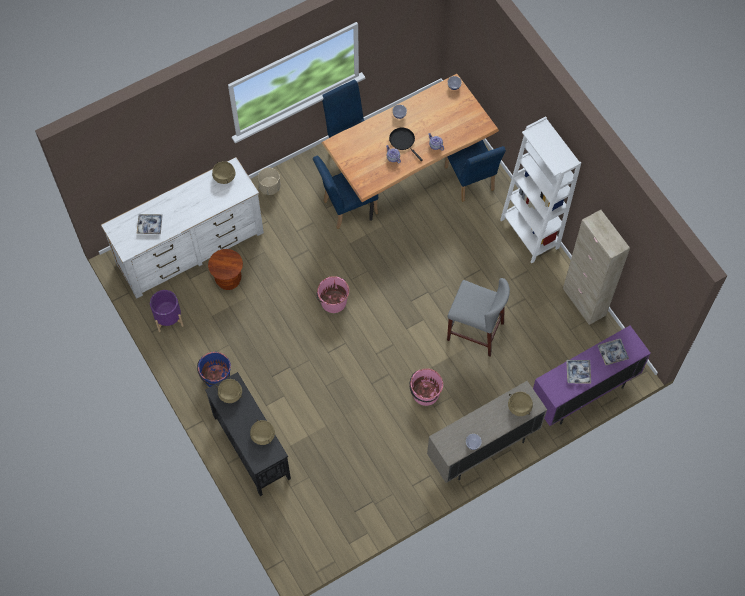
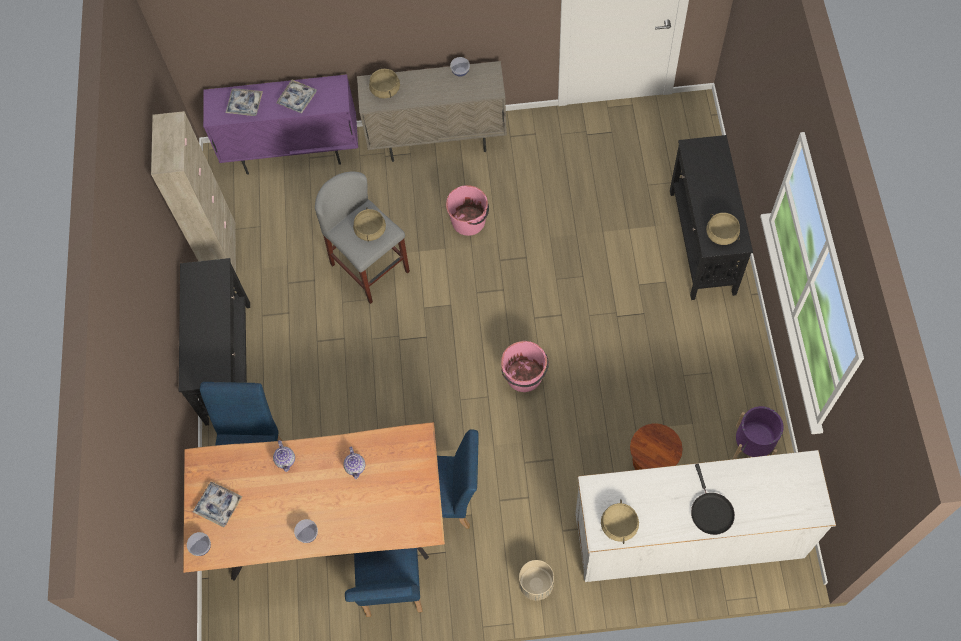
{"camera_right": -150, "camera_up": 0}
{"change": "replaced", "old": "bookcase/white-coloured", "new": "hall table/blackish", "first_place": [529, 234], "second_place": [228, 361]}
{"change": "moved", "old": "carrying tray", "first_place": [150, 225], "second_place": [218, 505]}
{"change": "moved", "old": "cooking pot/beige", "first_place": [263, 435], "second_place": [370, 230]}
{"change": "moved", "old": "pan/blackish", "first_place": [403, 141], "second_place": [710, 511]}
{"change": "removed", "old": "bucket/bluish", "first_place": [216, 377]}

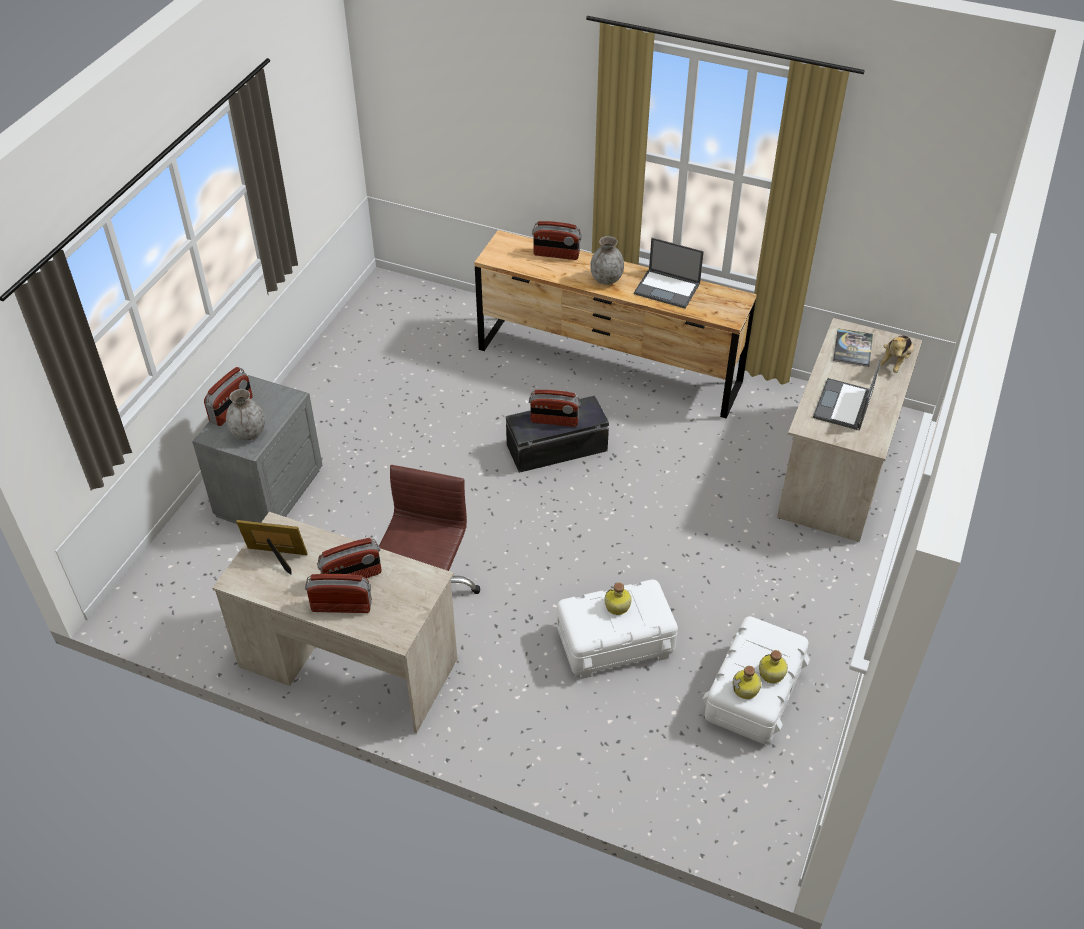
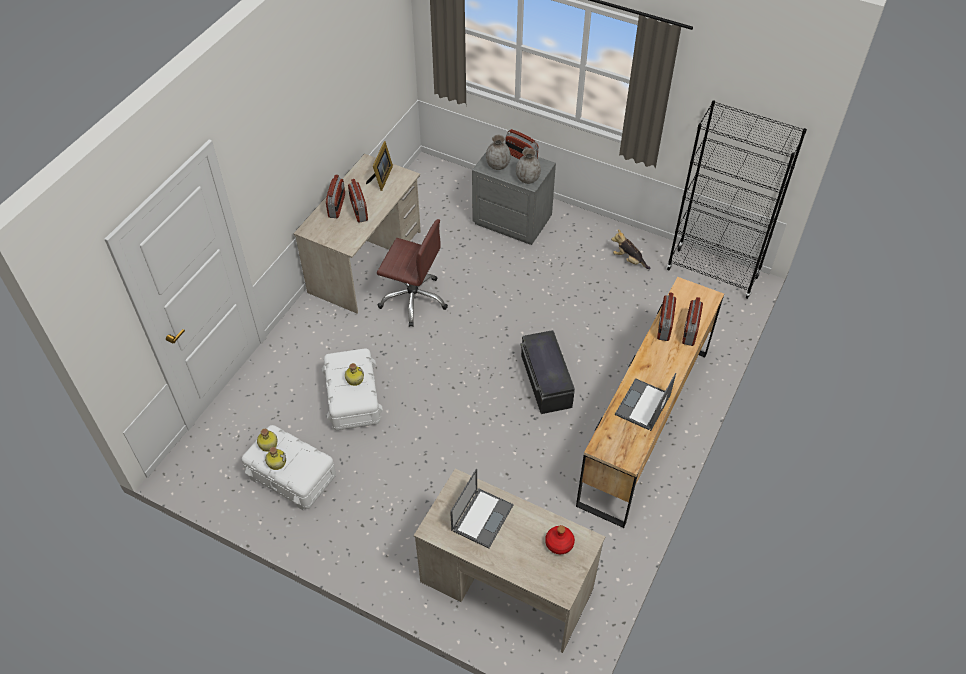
{"camera_right": 95, "camera_up": 5}
{"change": "turned", "old": "notebook computer", "first_place": [843, 405], "second_place": [482, 517], "degrees": 90}
{"change": "moved", "old": "decorative vase/gray", "first_place": [606, 279], "second_place": [527, 179]}
{"change": "replaced", "old": "book", "new": "beverage bottle/reddish", "first_place": [852, 348], "second_place": [559, 543]}
{"change": "moved", "old": "plush toy", "first_place": [895, 361], "second_place": [629, 260]}
{"change": "moved", "old": "radio", "first_place": [554, 421], "second_place": [664, 326]}
{"change": "added", "new": "bookcase/blackish", "second_place": [712, 273]}

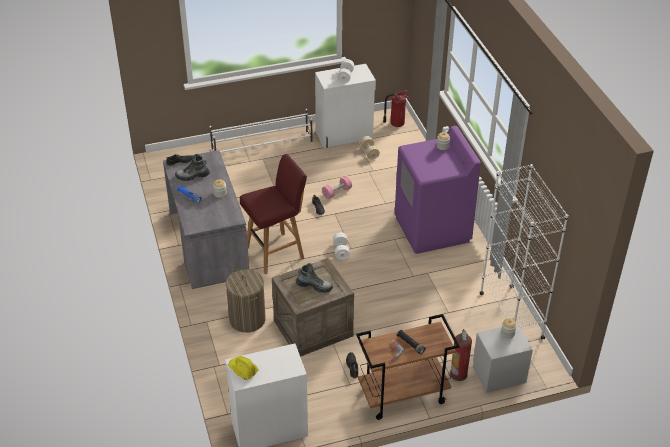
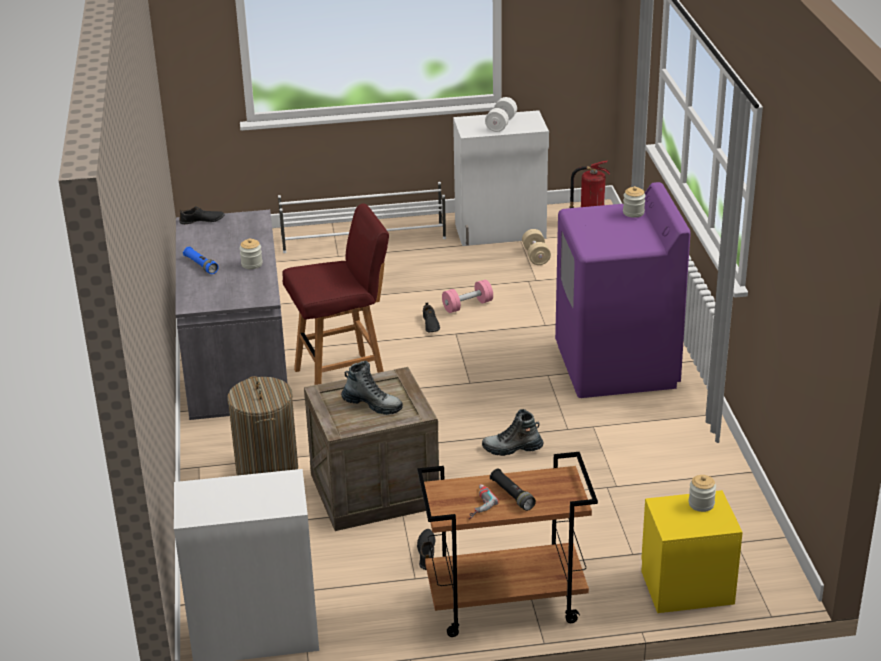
{"camera_right": 10, "camera_up": -10}
{"change": "moved", "old": "high-top boot", "first_place": [192, 176], "second_place": [512, 448]}
{"change": "recoloured", "old": "night table/gray", "new": "night table/yellow-coloured", "first_place": [499, 374], "second_place": [687, 587]}
{"change": "removed", "old": "hard hat/yellow-coloured", "first_place": [243, 370]}
{"change": "removed", "old": "hand weight/white-coloured", "first_place": [341, 251]}
{"change": "removed", "old": "extinguisher", "first_place": [459, 374]}
{"change": "removed", "old": "bookcase/white-coloured", "first_place": [511, 315]}

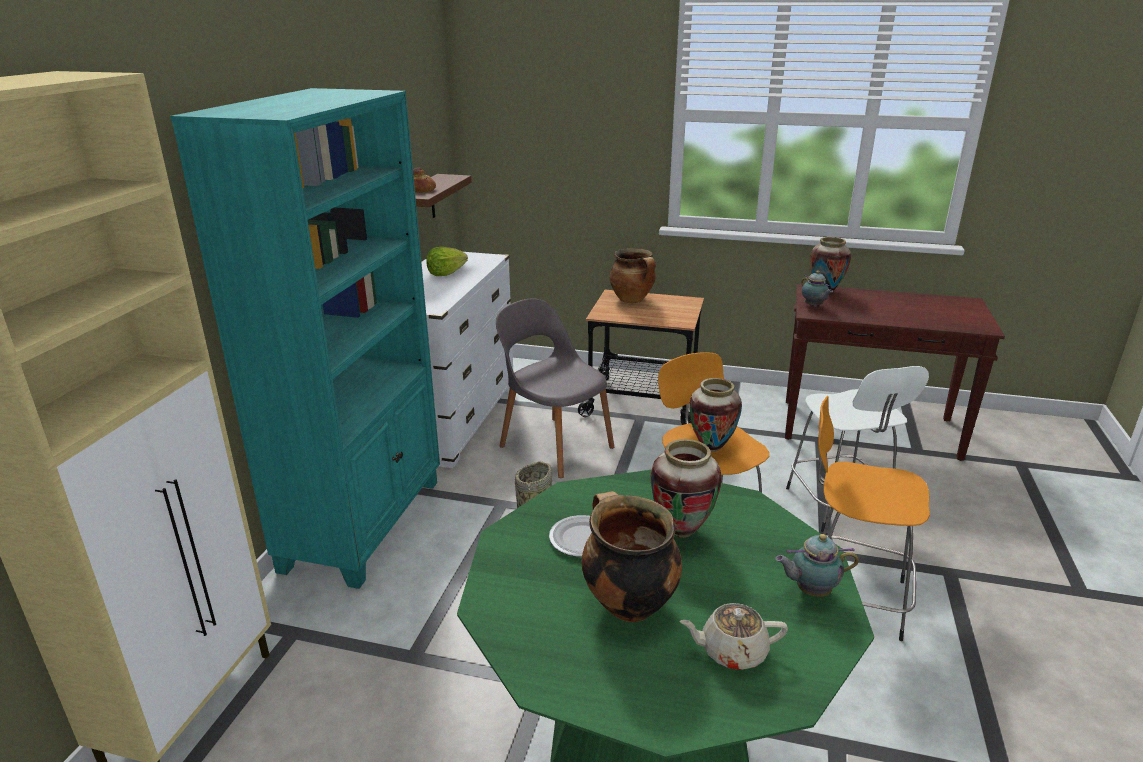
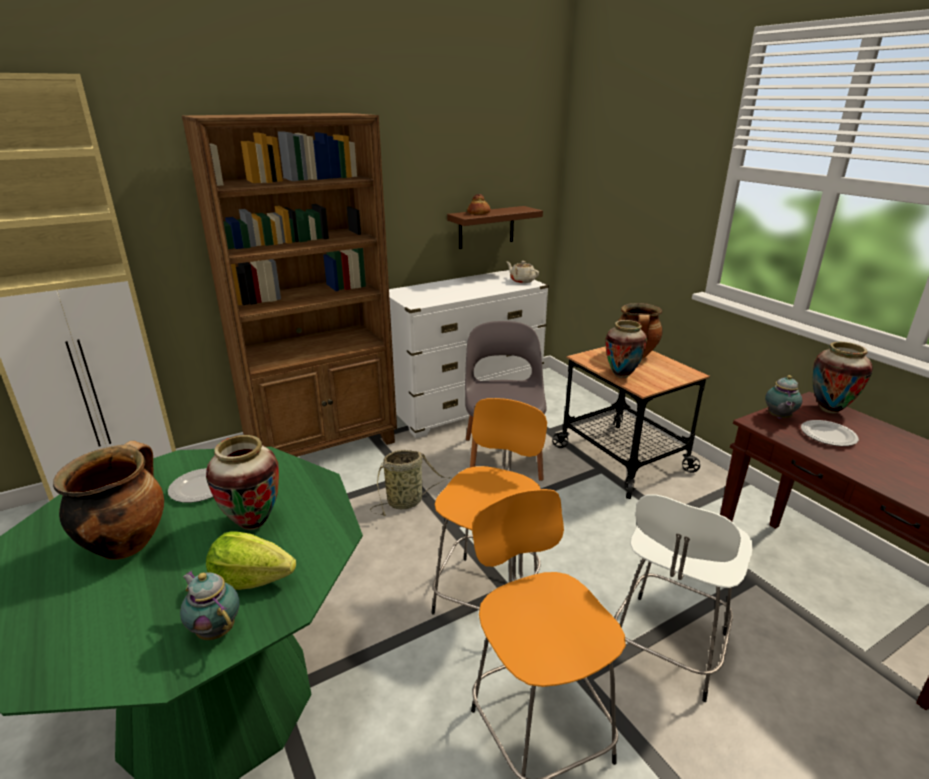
{"camera_right": 45, "camera_up": 0}
{"change": "recoloured", "old": "bookcase/blue-green", "new": "bookcase/brown", "first_place": [365, 523], "second_place": [323, 445]}
{"change": "moved", "old": "head of lettuce", "first_place": [446, 273], "second_place": [251, 579]}
{"change": "moved", "old": "teapot/beige", "first_place": [731, 651], "second_place": [522, 281]}
{"change": "moved", "old": "decorative vase", "first_place": [711, 447], "second_place": [621, 375]}
{"change": "added", "new": "flat dish", "second_place": [828, 436]}

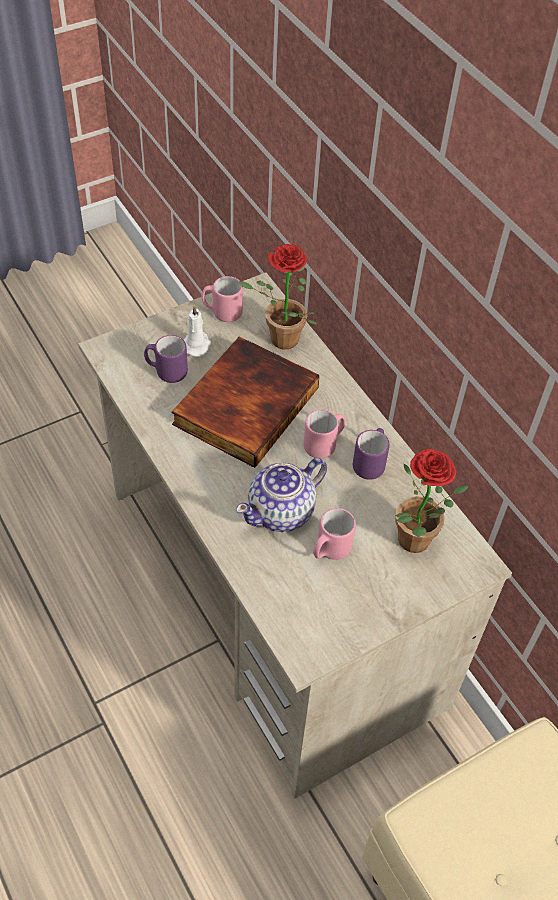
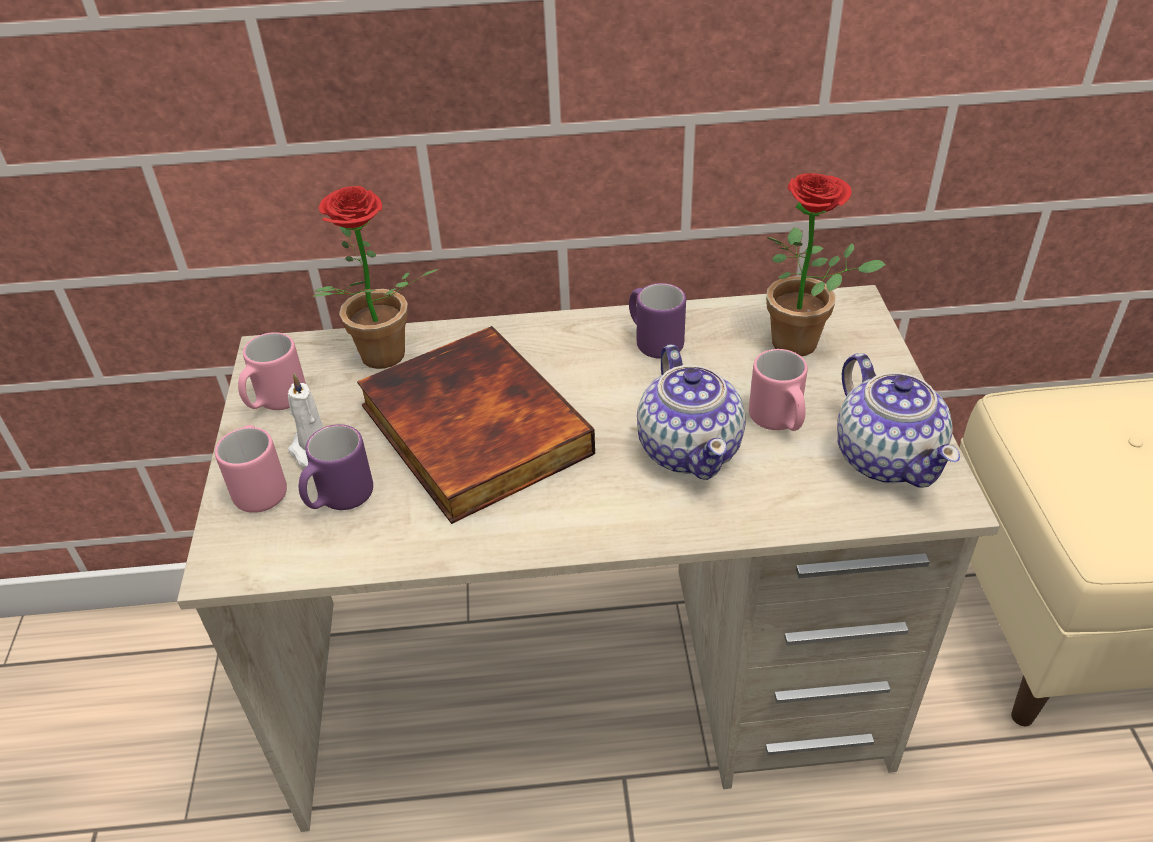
{"camera_right": -60, "camera_up": -10}
{"change": "moved", "old": "coffee mug/pink", "first_place": [324, 444], "second_place": [261, 488]}
{"change": "added", "new": "teapot", "second_place": [886, 457]}

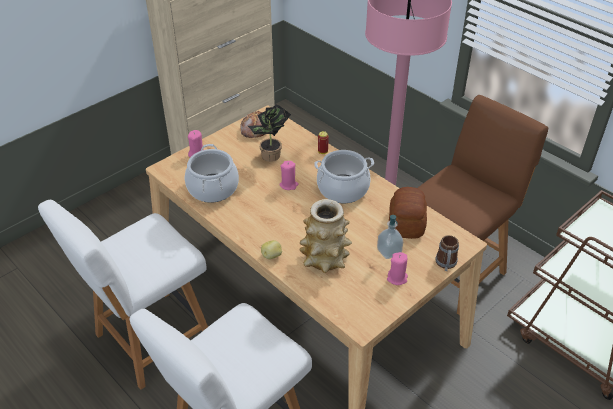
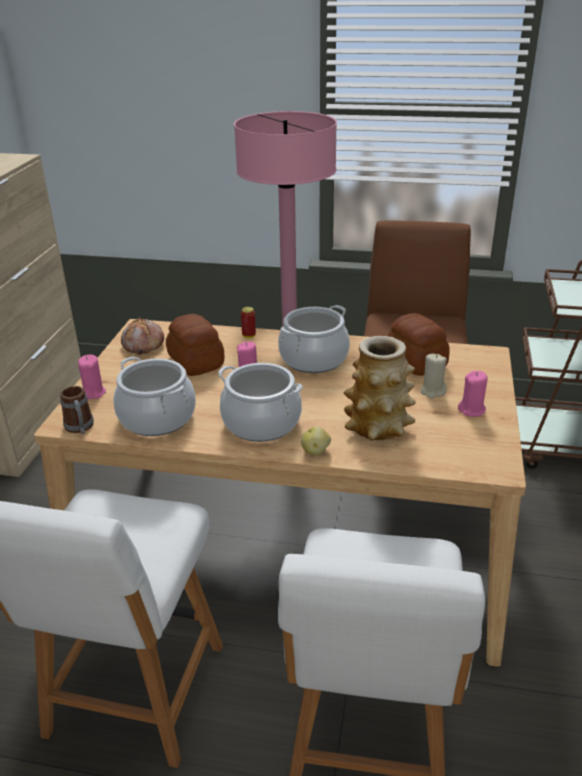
{"camera_right": -35, "camera_up": -10}
{"change": "moved", "old": "coffee mug", "first_place": [445, 265], "second_place": [80, 428]}
{"change": "replaced", "old": "potted plant", "new": "baked bread", "first_place": [271, 157], "second_place": [195, 362]}
{"change": "added", "new": "cooking pot", "second_place": [261, 422]}
{"change": "replaced", "old": "soap dispenser", "new": "wax candle/beige", "first_place": [389, 251], "second_place": [432, 391]}

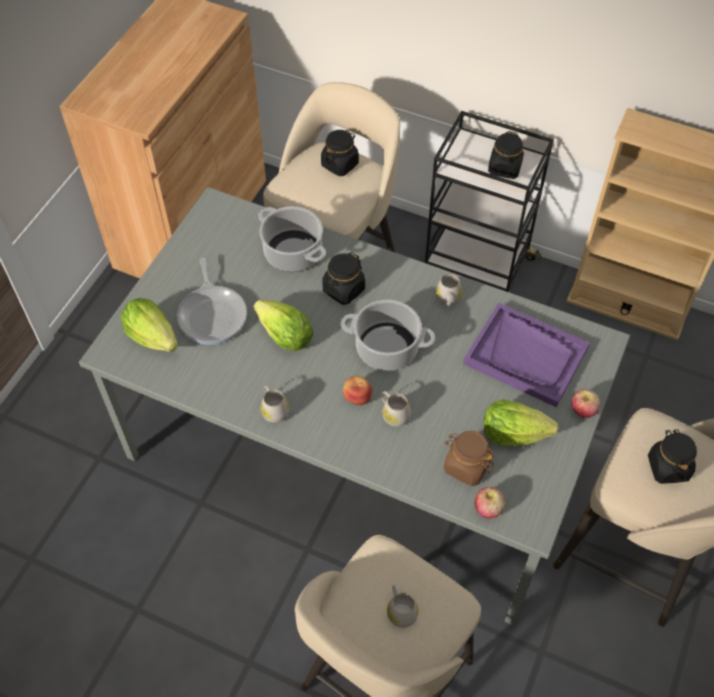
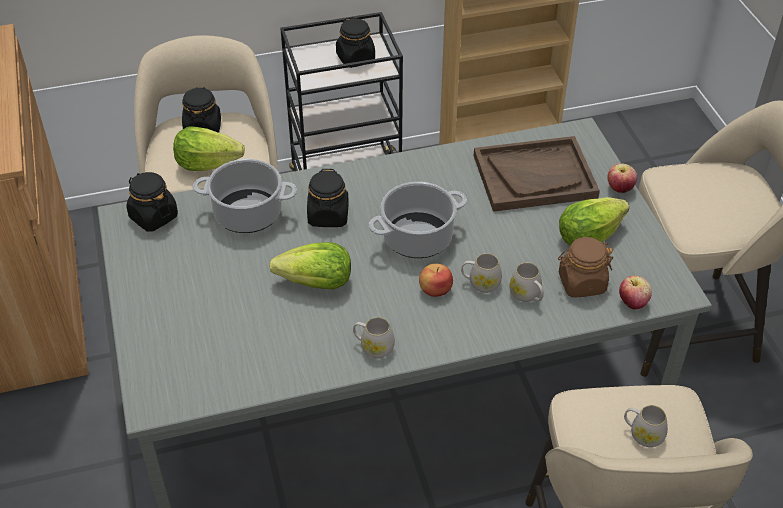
{"camera_right": -40, "camera_up": -10}
{"change": "moved", "old": "storage jar/blackish", "first_place": [668, 467], "second_place": [153, 217]}
{"change": "moved", "old": "head of lettuce", "first_place": [152, 336], "second_place": [207, 164]}
{"change": "recoloured", "old": "carrying tray/purple", "new": "carrying tray/brown", "first_place": [526, 356], "second_place": [534, 176]}
{"change": "moved", "old": "coffee mug/white-coloured", "first_place": [447, 300], "second_place": [527, 295]}
{"change": "removed", "old": "pan", "first_place": [213, 315]}

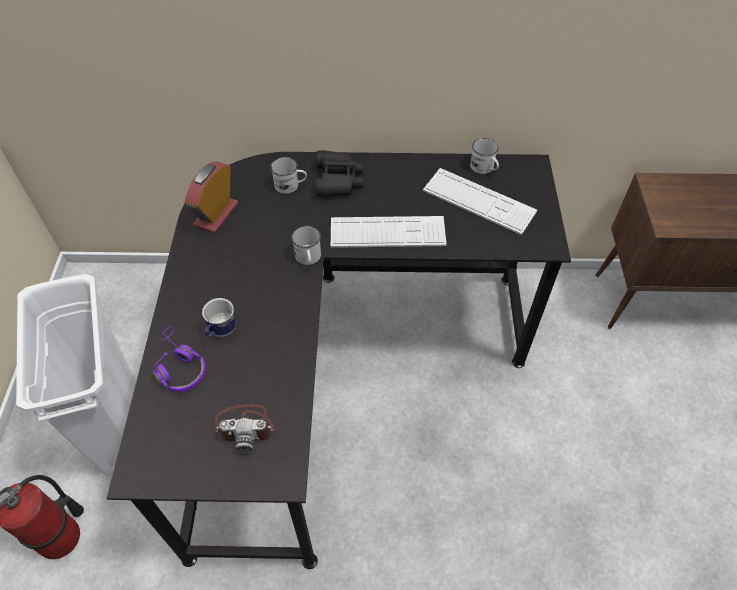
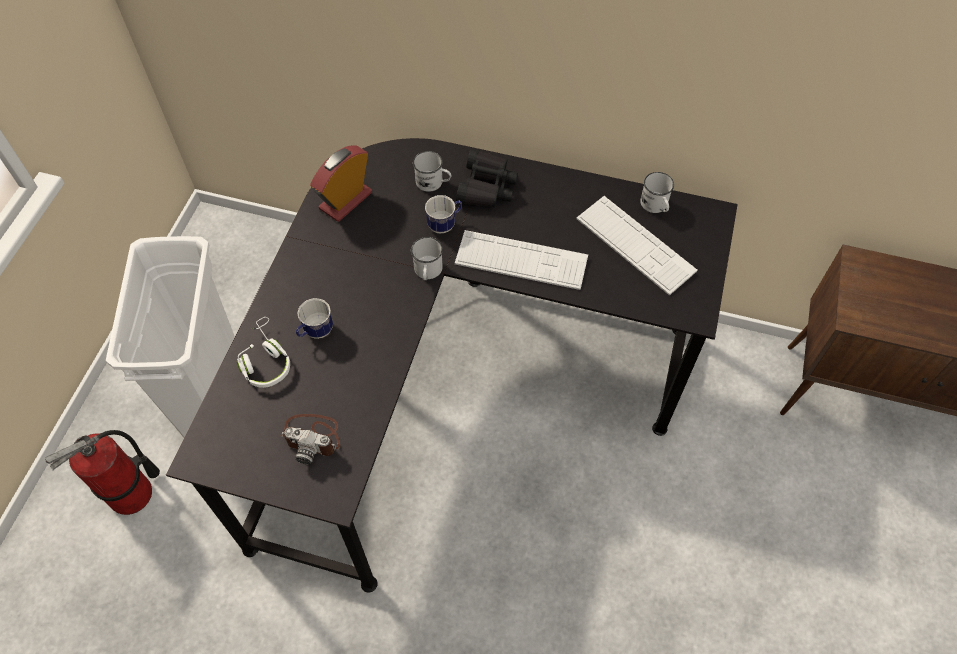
{"camera_right": 15, "camera_up": 5}
{"change": "recoloured", "old": "headset/purple", "new": "headset/white-coloured", "first_place": [179, 367], "second_place": [265, 360]}
{"change": "added", "new": "coffee mug", "second_place": [445, 224]}

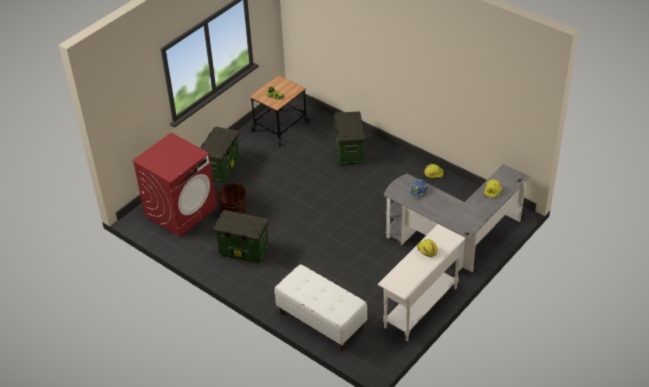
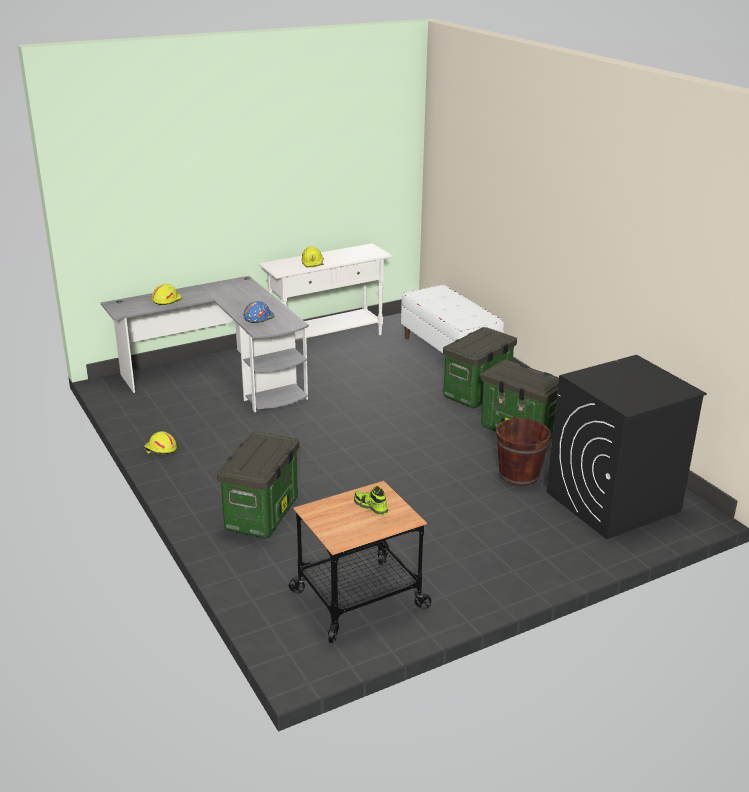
{"camera_right": -160, "camera_up": -15}
{"change": "moved", "old": "storage bin", "first_place": [221, 168], "second_place": [477, 393]}
{"change": "recoloured", "old": "laundry machine/reddish", "new": "laundry machine/blackish", "first_place": [181, 211], "second_place": [612, 502]}

